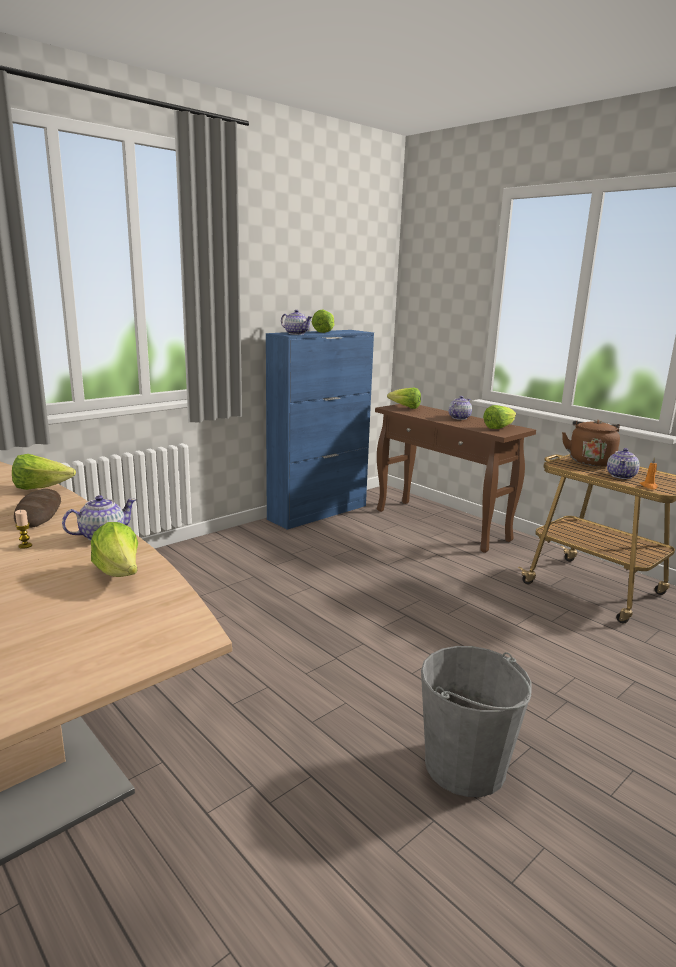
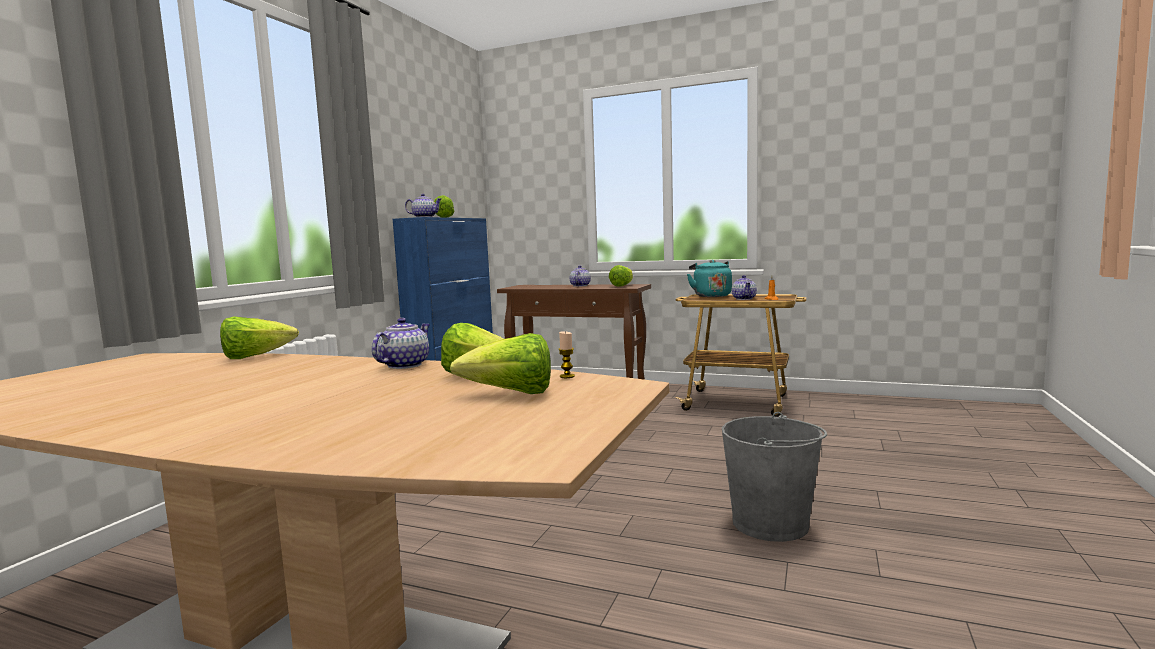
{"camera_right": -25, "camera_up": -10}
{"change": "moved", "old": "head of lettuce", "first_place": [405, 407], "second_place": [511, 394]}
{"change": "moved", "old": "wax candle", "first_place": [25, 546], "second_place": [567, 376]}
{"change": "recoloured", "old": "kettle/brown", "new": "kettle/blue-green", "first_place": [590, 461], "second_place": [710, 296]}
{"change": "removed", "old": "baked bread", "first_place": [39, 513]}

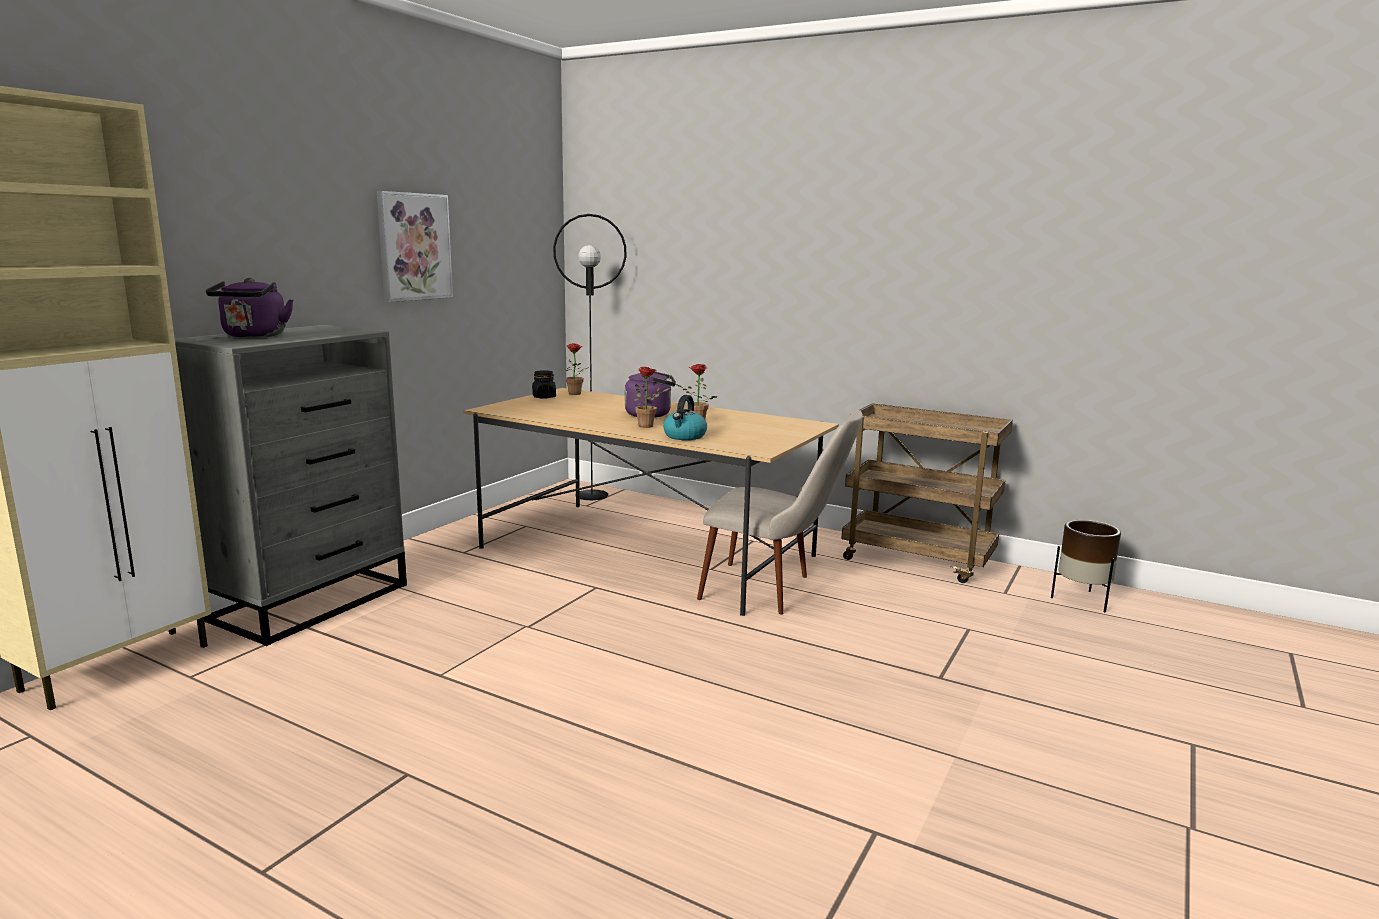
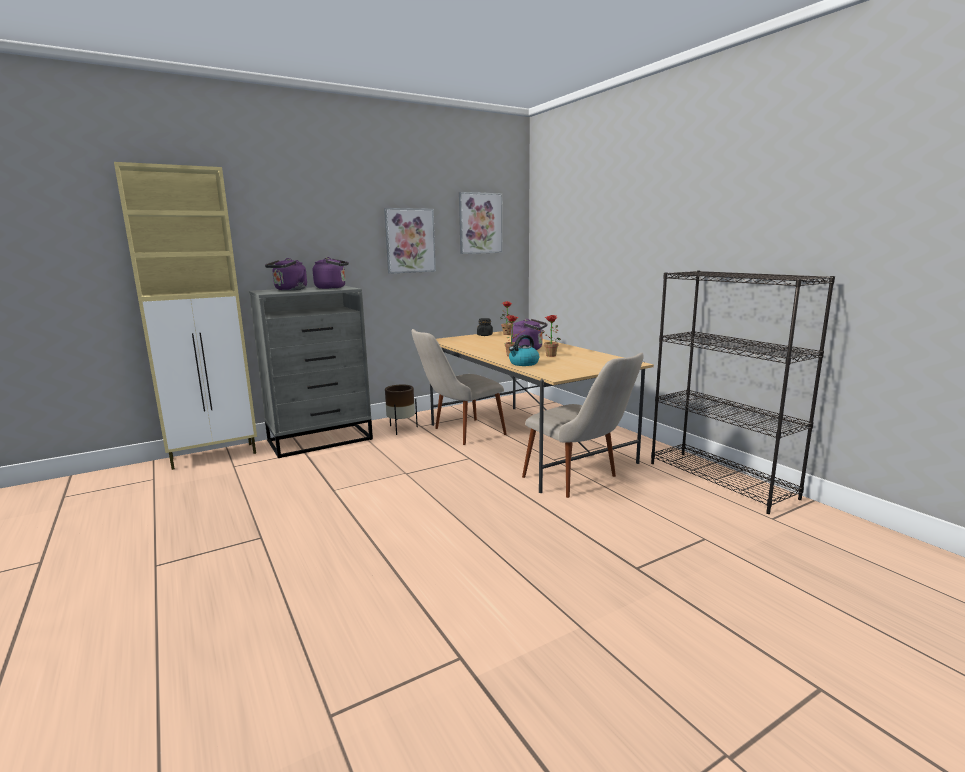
{"camera_right": 30, "camera_up": 0}
{"change": "added", "new": "kettle/purple", "second_place": [332, 288]}
{"change": "moved", "old": "planter/brown", "first_place": [1082, 600], "second_place": [401, 429]}
{"change": "added", "new": "plain chair/beige", "second_place": [459, 434]}
{"change": "added", "new": "picture", "second_place": [480, 223]}
{"change": "replaced", "old": "cart/brown", "new": "bookcase/blackish", "first_place": [918, 560], "second_place": [721, 480]}
{"change": "removed", "old": "floor lamp/blackish", "first_place": [592, 495]}

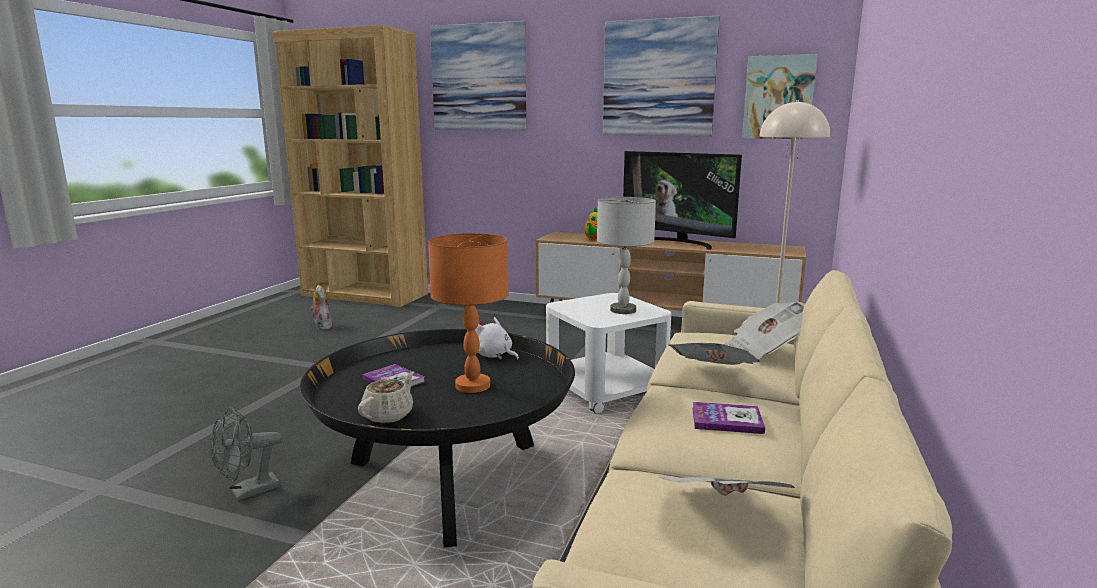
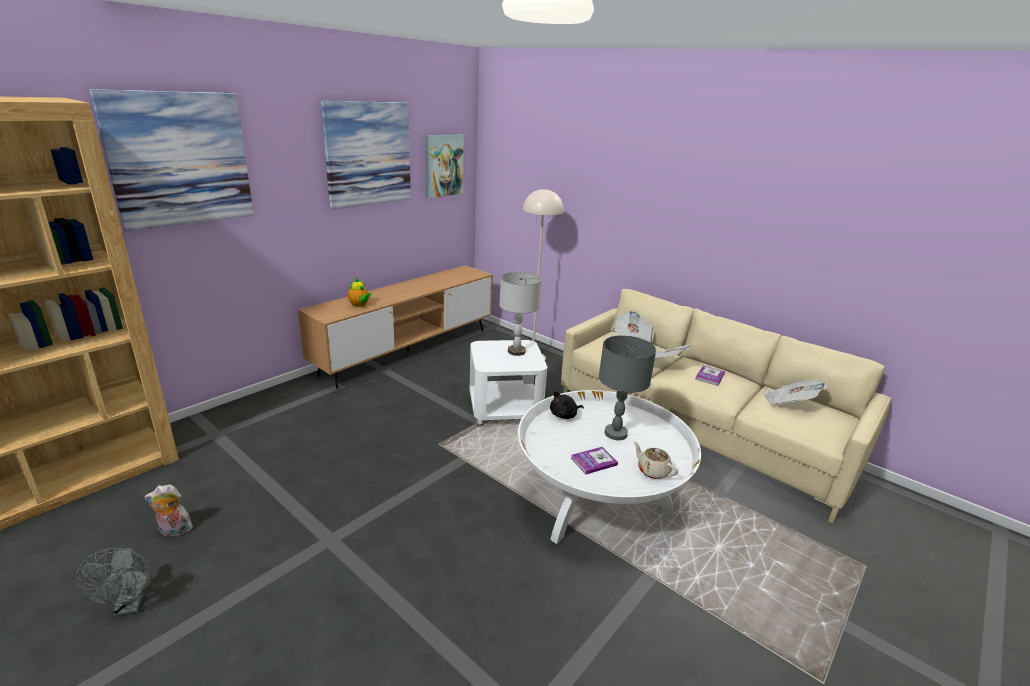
{"camera_right": -70, "camera_up": 10}
{"change": "moved", "old": "fan/gray", "first_place": [248, 492], "second_place": [129, 605]}
{"change": "recoloured", "old": "low table/blackish", "new": "low table/white-coloured", "first_place": [446, 480], "second_place": [598, 502]}
{"change": "recoloured", "old": "plush toy/white-coloured", "new": "plush toy/blackish", "first_place": [494, 355], "second_place": [564, 415]}
{"change": "recoloured", "old": "tabletop lamp/orange-coloured", "new": "tabletop lamp/gray", "first_place": [473, 385], "second_place": [615, 433]}
{"change": "removed", "old": "TV set", "first_place": [677, 243]}

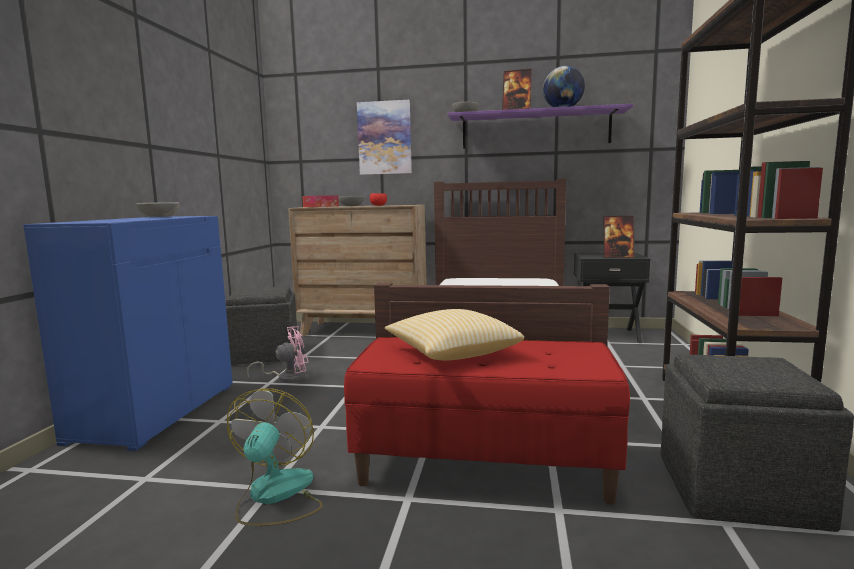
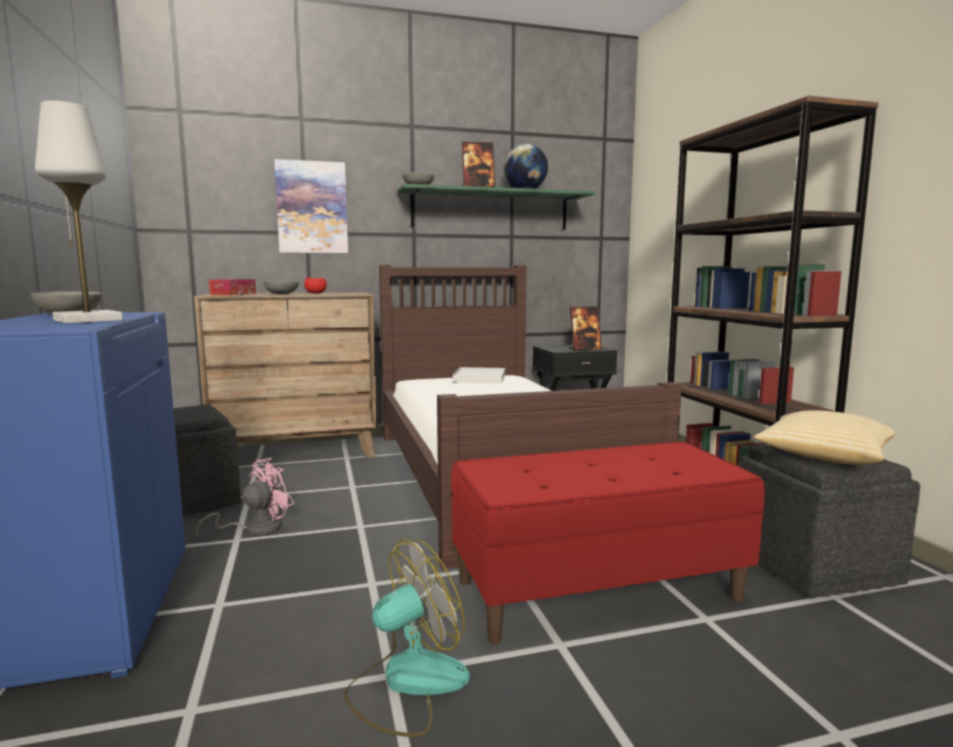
{"camera_right": -25, "camera_up": 0}
{"change": "added", "new": "tabletop lamp/white-coloured", "second_place": [87, 320]}
{"change": "turned", "old": "fan", "first_place": [275, 496], "second_place": [407, 683], "degrees": 75}
{"change": "recoloured", "old": "shelf/purple", "new": "shelf/green", "first_place": [535, 130], "second_place": [490, 210]}
{"change": "added", "new": "carrying tray/white-coloured", "second_place": [480, 378]}
{"change": "moved", "old": "cushion", "first_place": [452, 353], "second_place": [823, 457]}

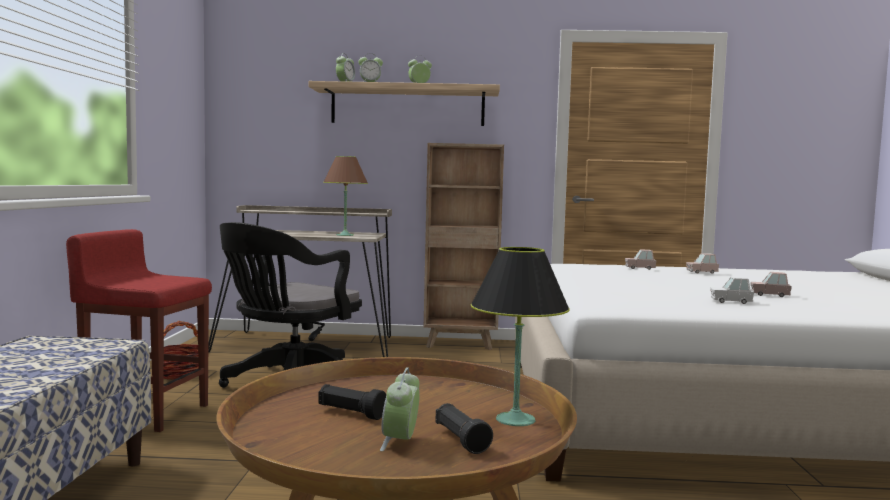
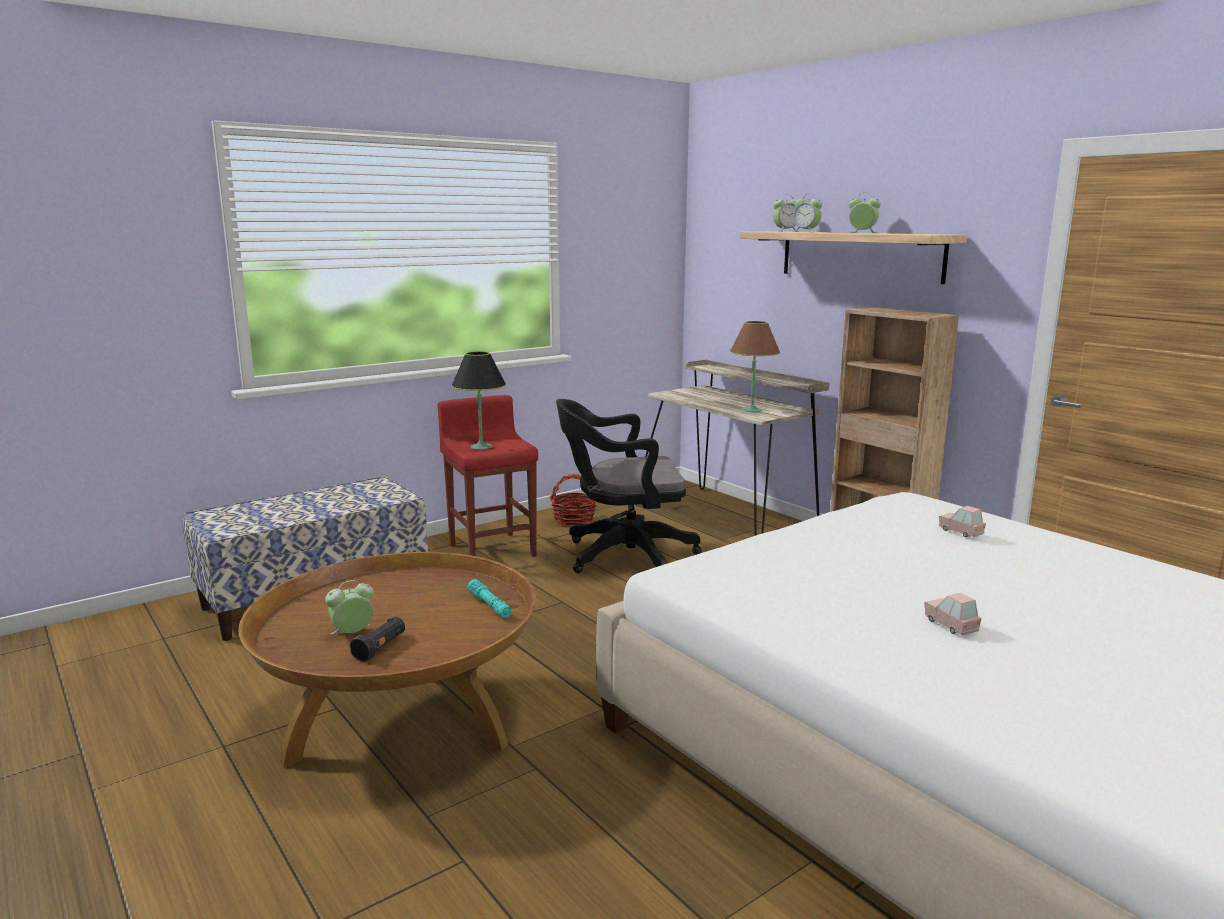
{"camera_right": 50, "camera_up": 10}
{"change": "moved", "old": "tabletop lamp/blackish", "first_place": [515, 420], "second_place": [481, 447]}
{"change": "added", "new": "flashlight/blue-green", "second_place": [489, 605]}
{"change": "removed", "old": "flashlight/blackish", "first_place": [351, 413]}
{"change": "removed", "old": "model car/pink", "first_place": [701, 272]}
{"change": "removed", "old": "model car/white-coloured", "first_place": [731, 302]}

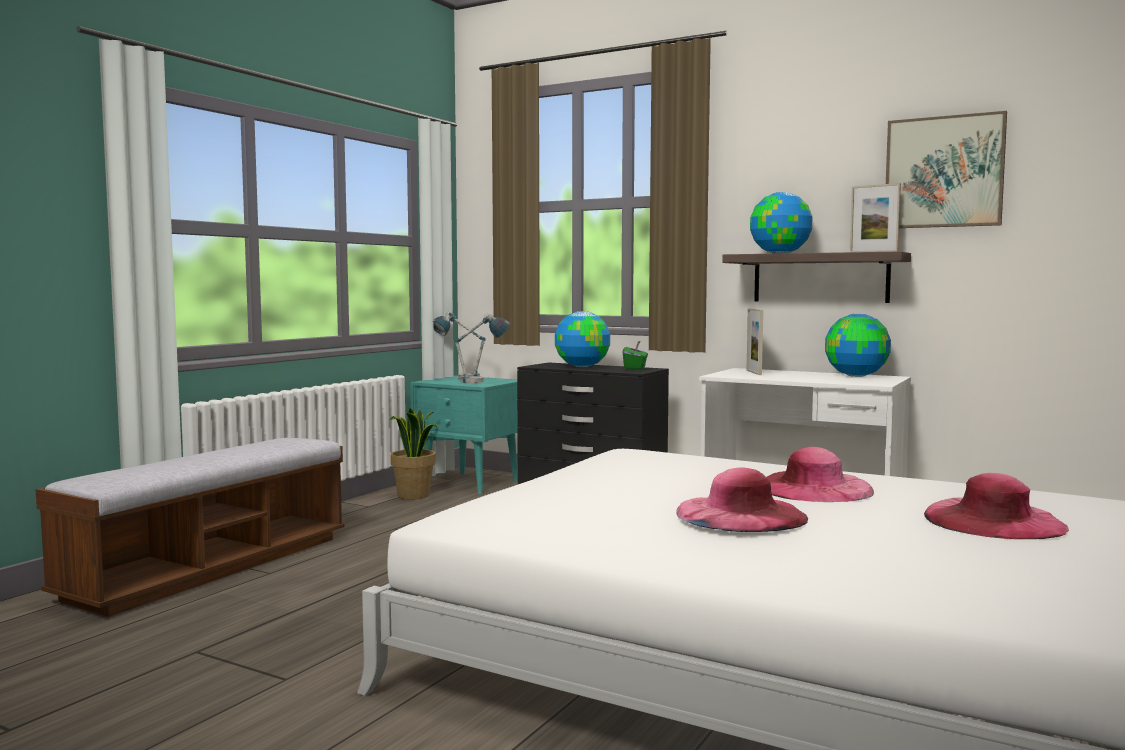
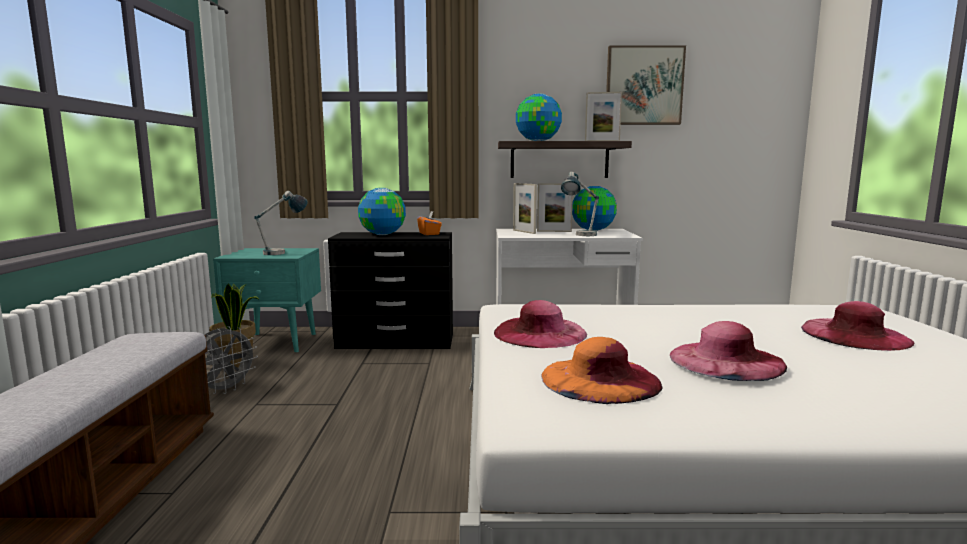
{"camera_right": -30, "camera_up": 5}
{"change": "added", "new": "fan/gray", "second_place": [225, 390]}
{"change": "recoloured", "old": "tissue box/green", "new": "tissue box/orange-coloured", "first_place": [635, 368], "second_place": [429, 234]}
{"change": "moved", "old": "wearable hat/pink", "first_place": [813, 488], "second_place": [540, 333]}
{"change": "added", "new": "photo frame", "second_place": [554, 231]}
{"change": "added", "new": "wearable hat/orange-coloured", "second_place": [600, 379]}
{"change": "moved", "old": "tabletop lamp", "first_place": [458, 378], "second_place": [580, 235]}

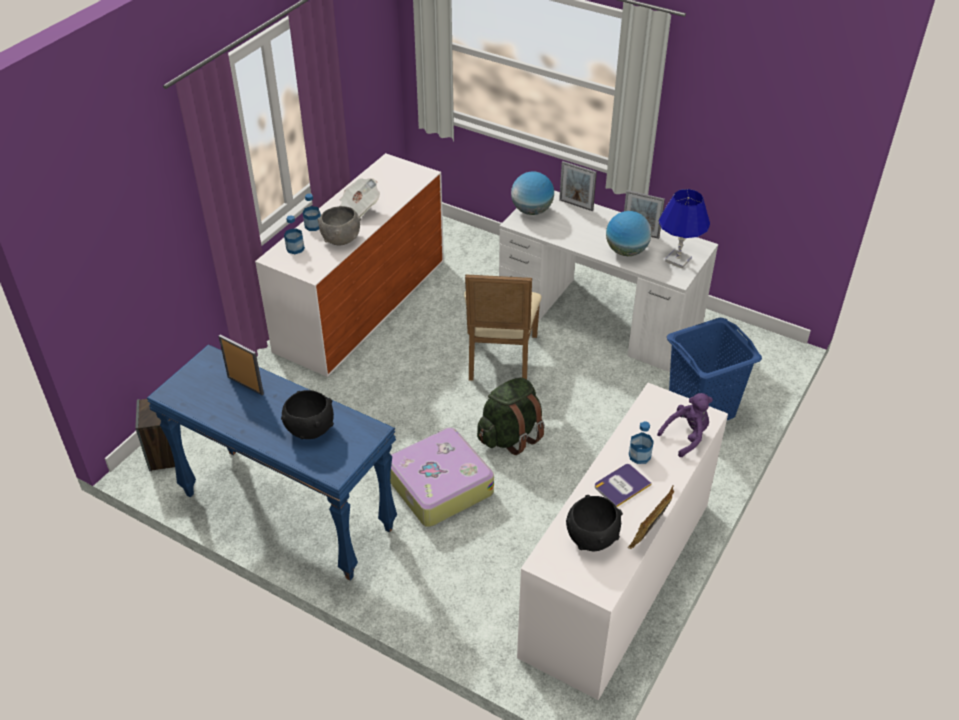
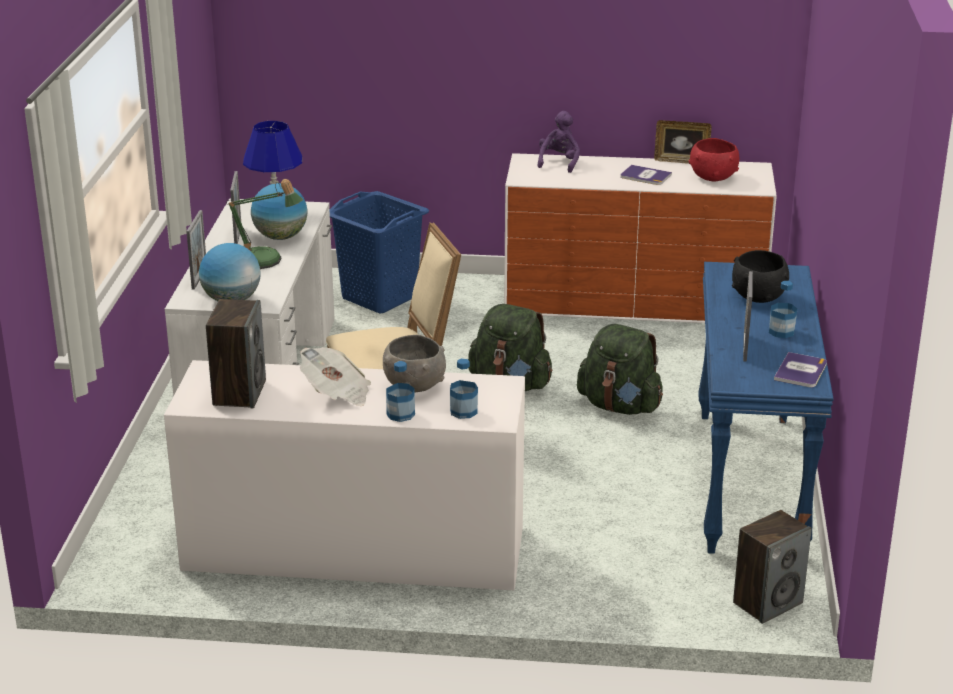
{"camera_right": -115, "camera_up": -15}
{"change": "added", "new": "audio speaker", "second_place": [239, 393]}
{"change": "added", "new": "tabletop lamp", "second_place": [266, 262]}
{"change": "turned", "old": "plush toy/purple", "first_place": [686, 436], "second_place": [559, 162], "degrees": 75}
{"change": "replaced", "old": "piece of luggage", "new": "knapsack/green", "first_place": [438, 485], "second_place": [620, 406]}
{"change": "recoloured", "old": "bowl/blackish", "new": "bowl/reddish", "first_place": [592, 538], "second_place": [713, 177]}
{"change": "moved", "old": "beverage bottle", "first_place": [639, 455], "second_place": [781, 332]}
{"change": "added", "new": "book", "second_place": [800, 371]}

